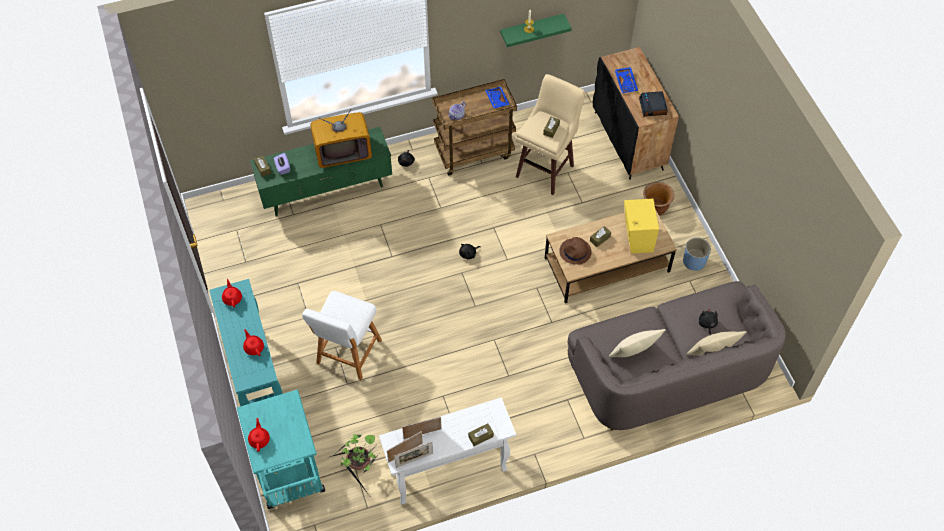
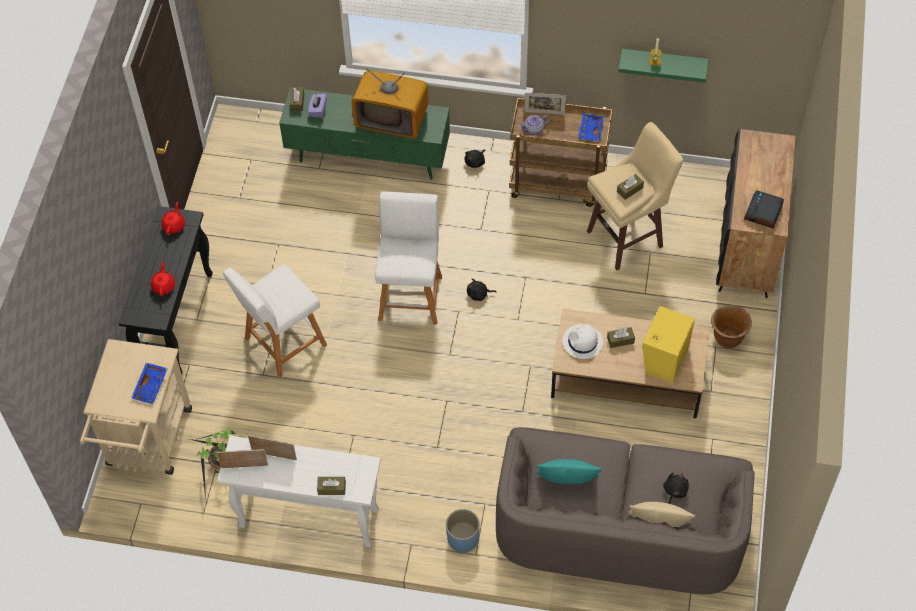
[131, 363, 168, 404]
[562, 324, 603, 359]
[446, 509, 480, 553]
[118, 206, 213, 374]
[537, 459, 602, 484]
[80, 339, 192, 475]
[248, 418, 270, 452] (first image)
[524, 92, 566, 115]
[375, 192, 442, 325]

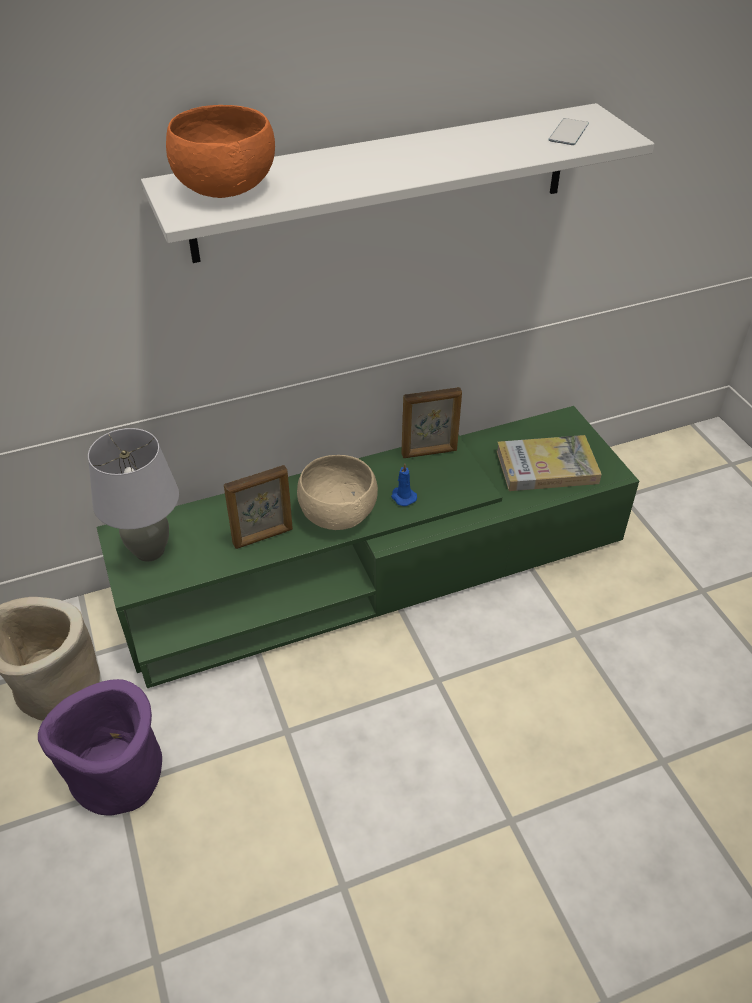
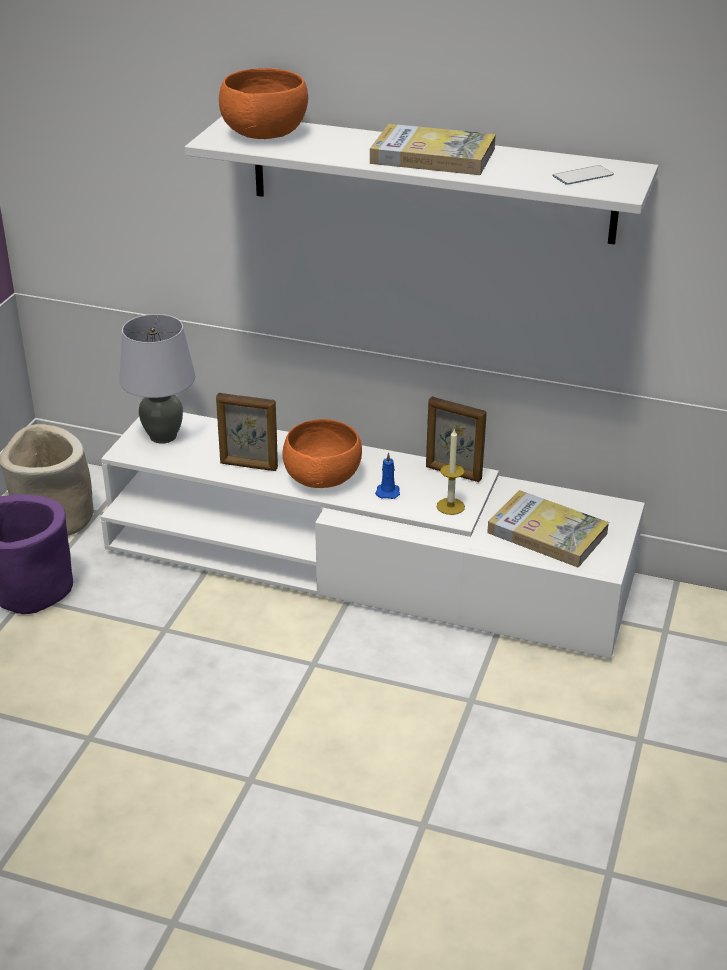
[101, 412, 645, 659]
[283, 419, 362, 488]
[370, 124, 496, 175]
[437, 430, 465, 515]

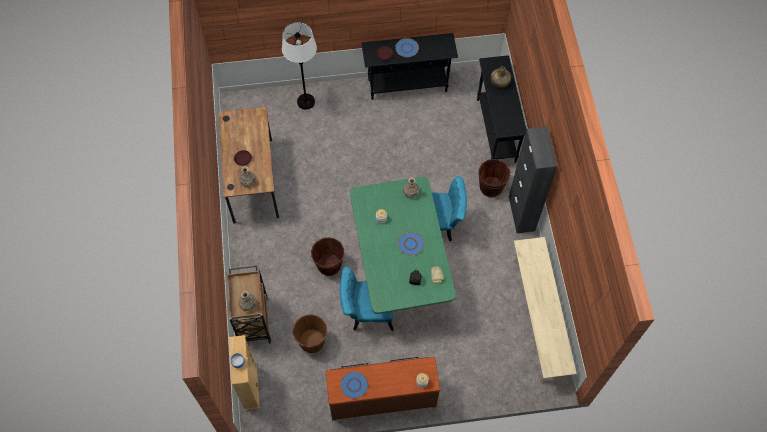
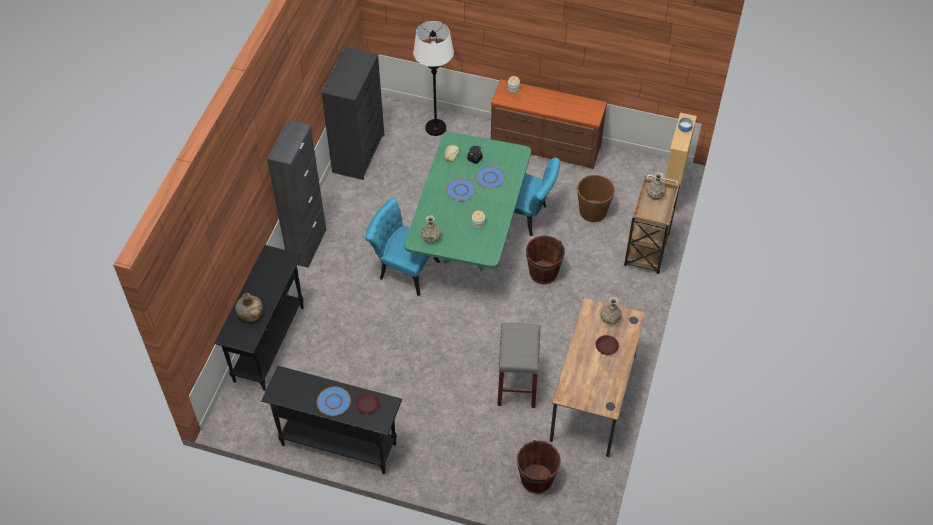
[413, 21, 454, 136]
[517, 440, 561, 494]
[321, 47, 385, 180]
[476, 166, 505, 188]
[497, 323, 540, 408]

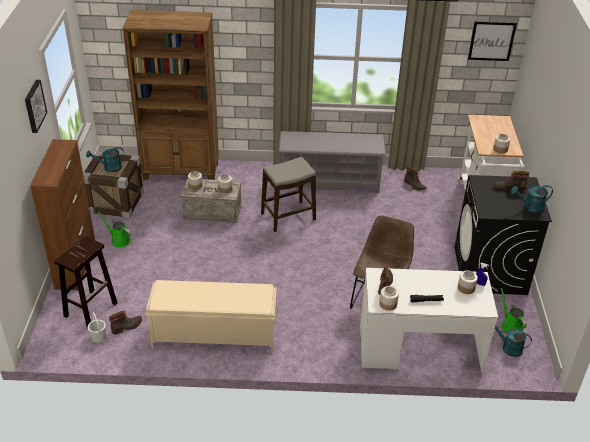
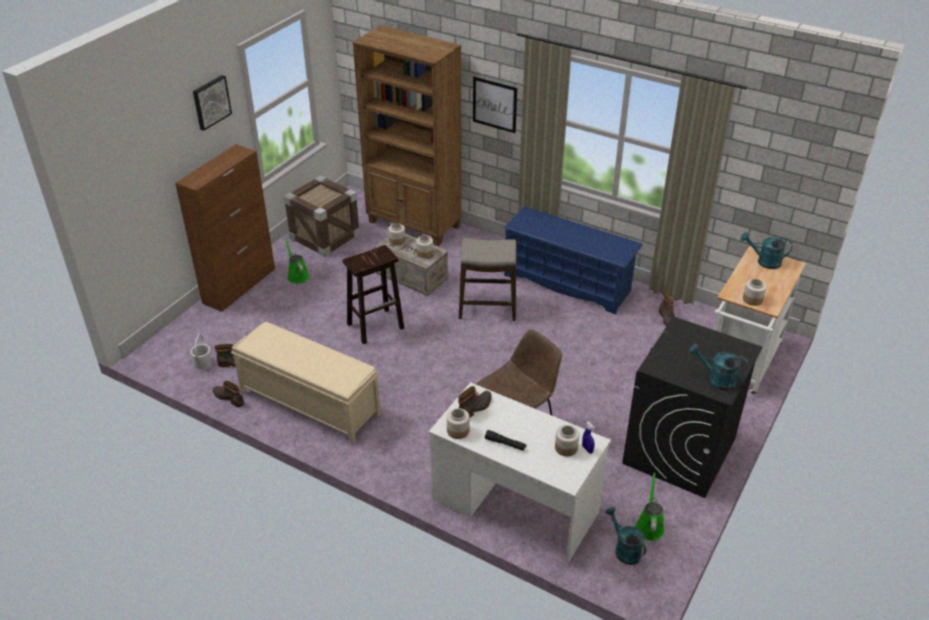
[473, 77, 517, 133]
[503, 207, 643, 315]
[741, 232, 792, 269]
[212, 381, 244, 407]
[343, 245, 404, 344]

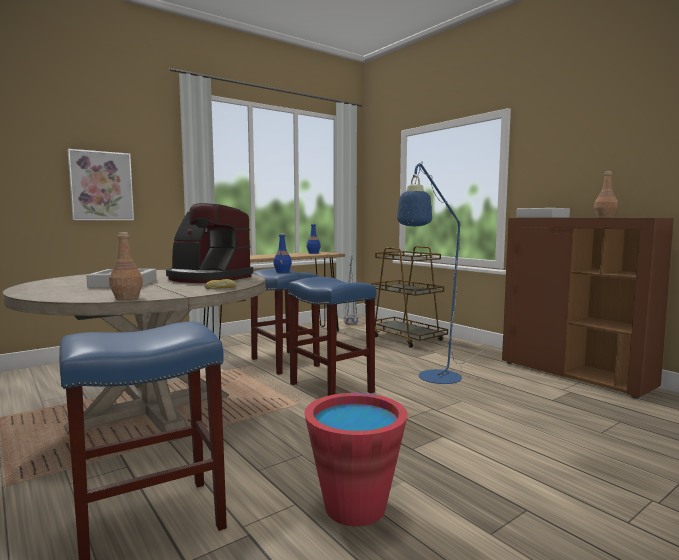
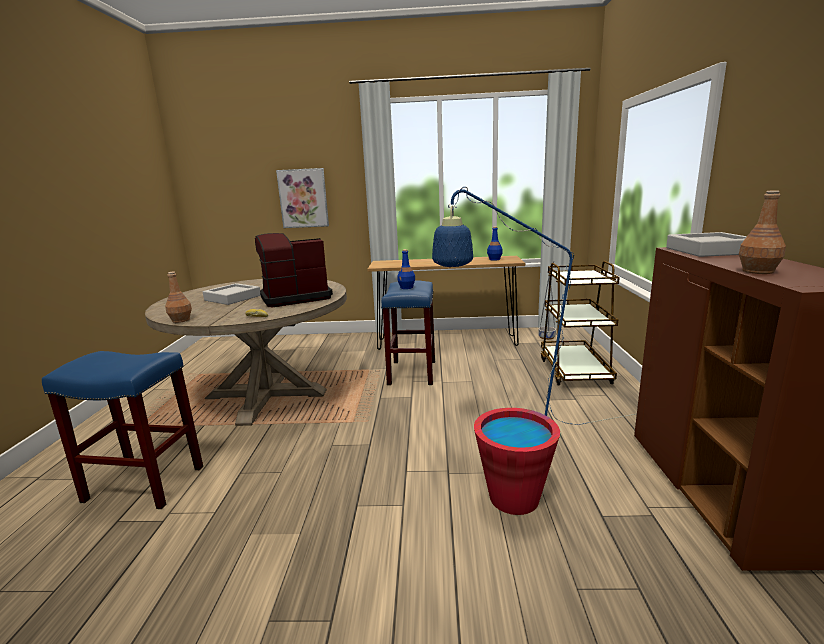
[255, 233, 333, 307]
[288, 277, 376, 396] (first image)
[474, 408, 560, 515]

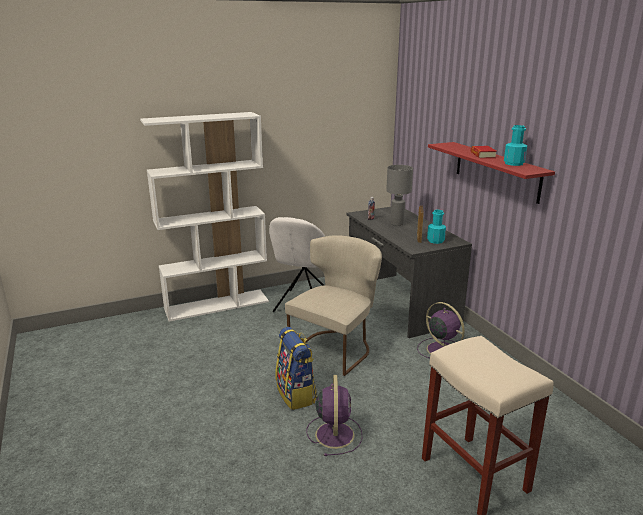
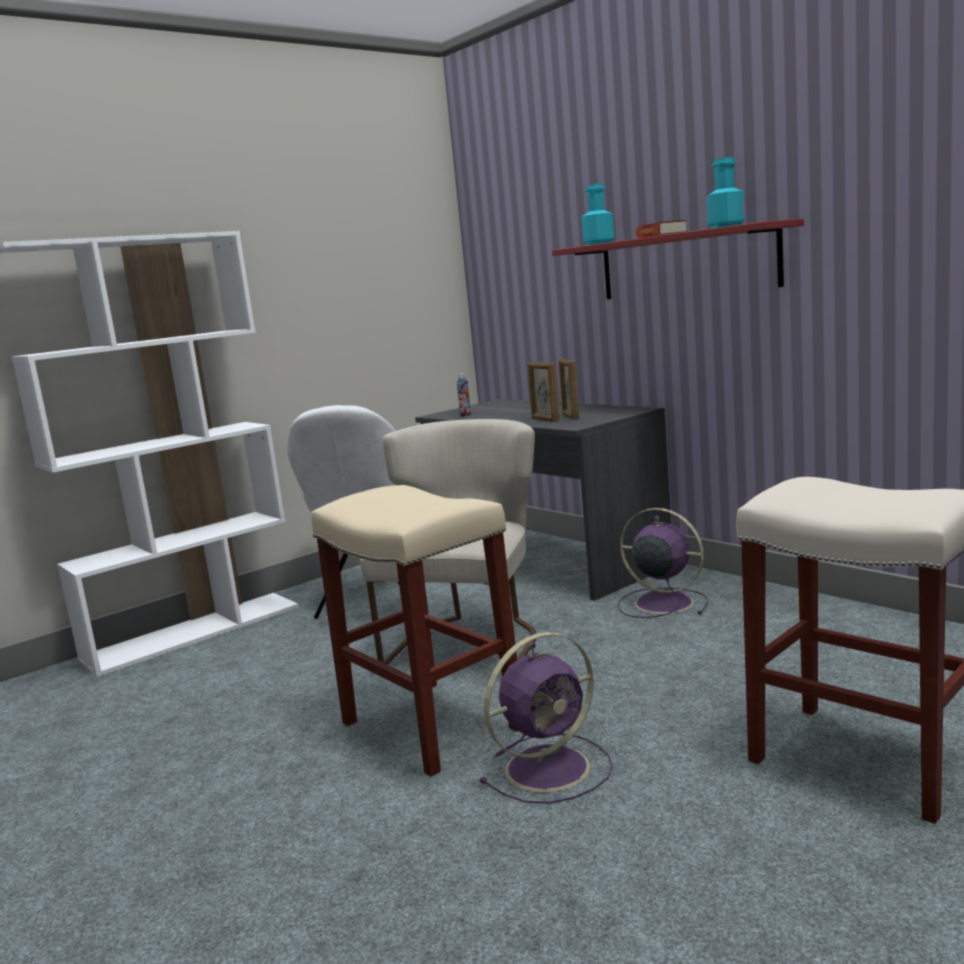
[386, 165, 413, 226] (first image)
[581, 183, 614, 245]
[311, 485, 518, 777]
[479, 632, 613, 804]
[527, 362, 559, 422]

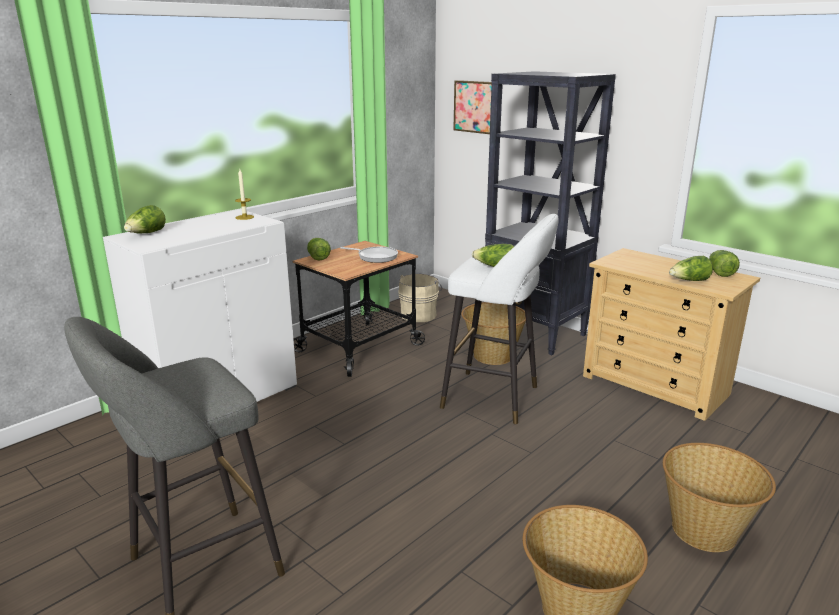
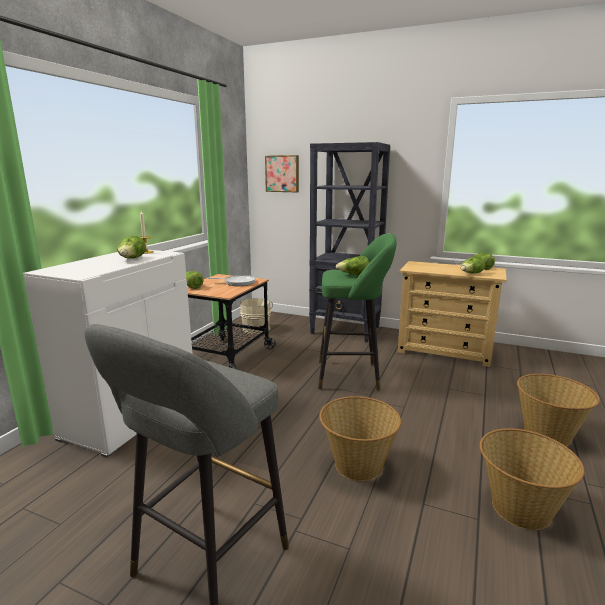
[117, 235, 146, 259]
[318, 233, 396, 391]
[319, 396, 401, 481]

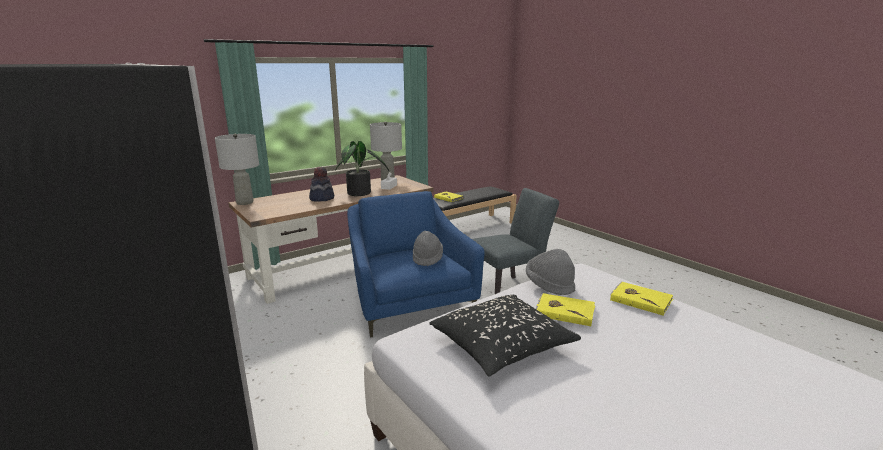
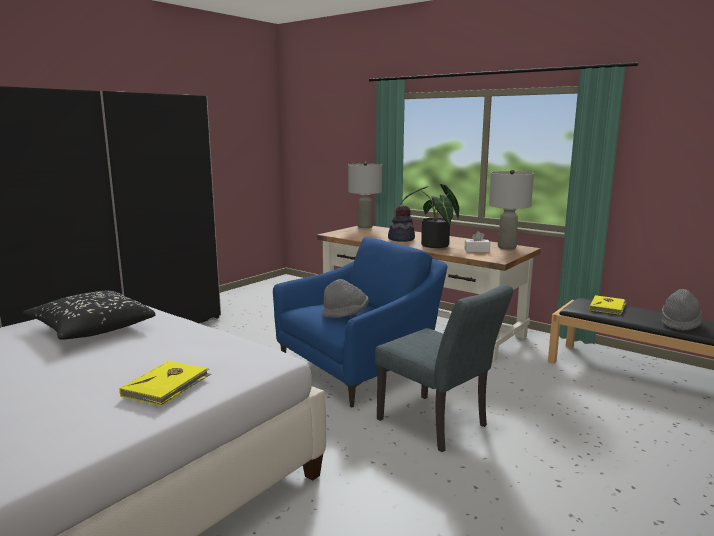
[661, 289, 702, 331]
[536, 293, 595, 326] (first image)

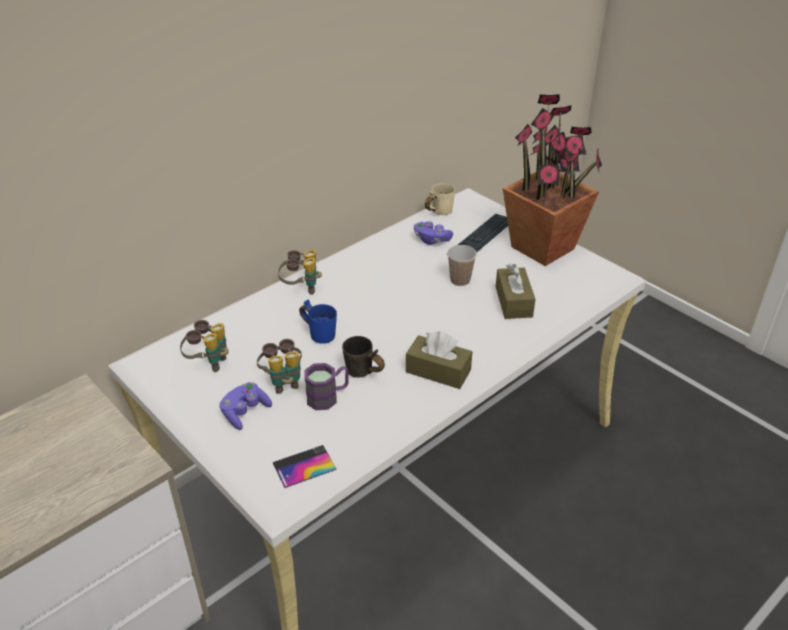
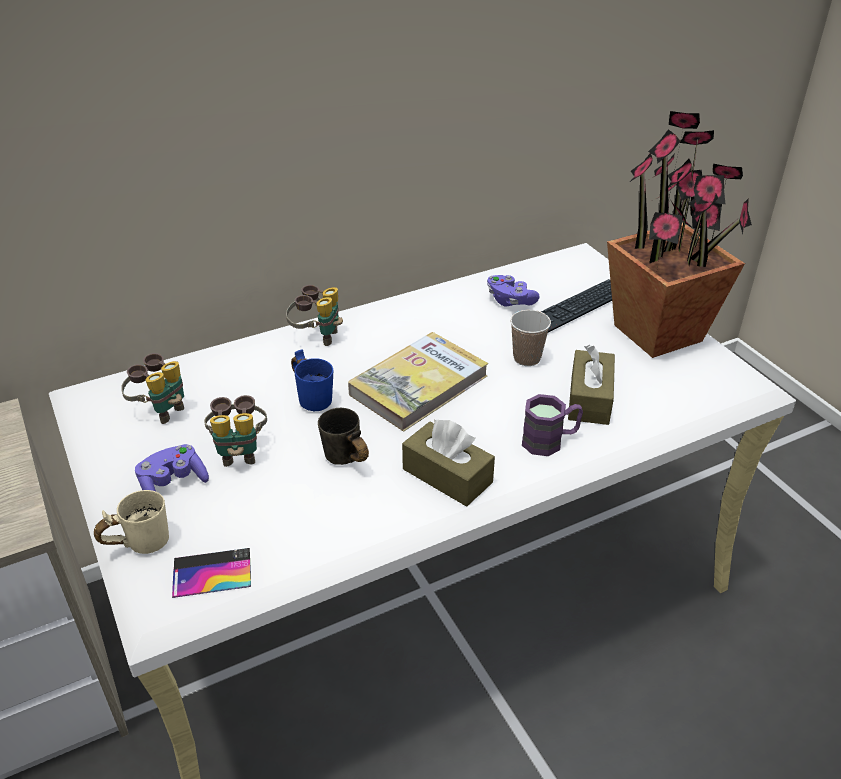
[94, 490, 169, 554]
[522, 394, 583, 456]
[348, 332, 488, 432]

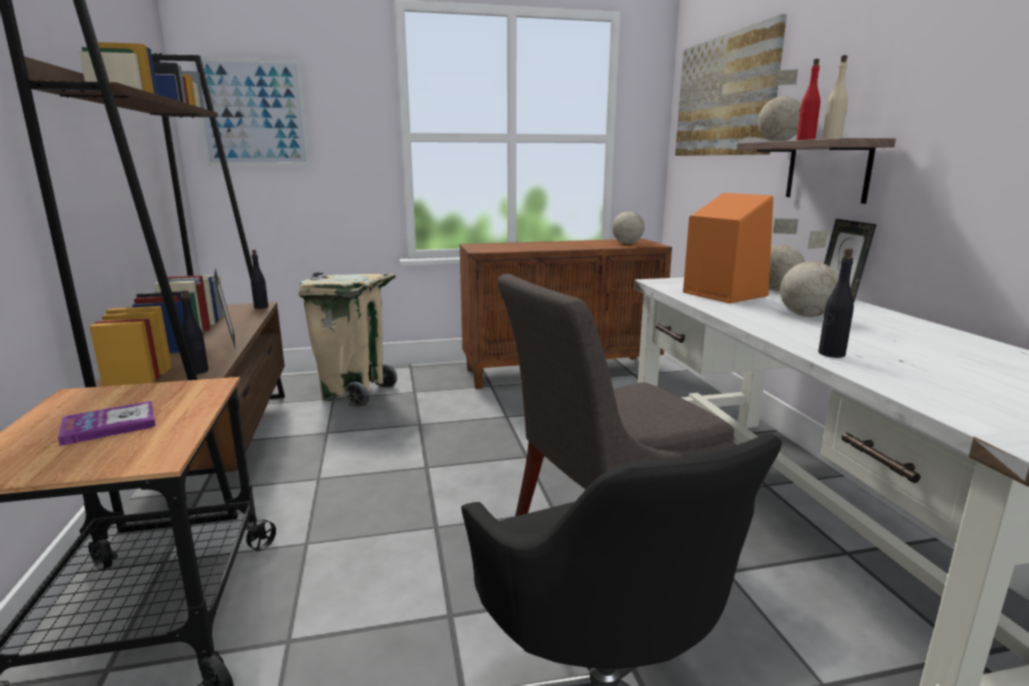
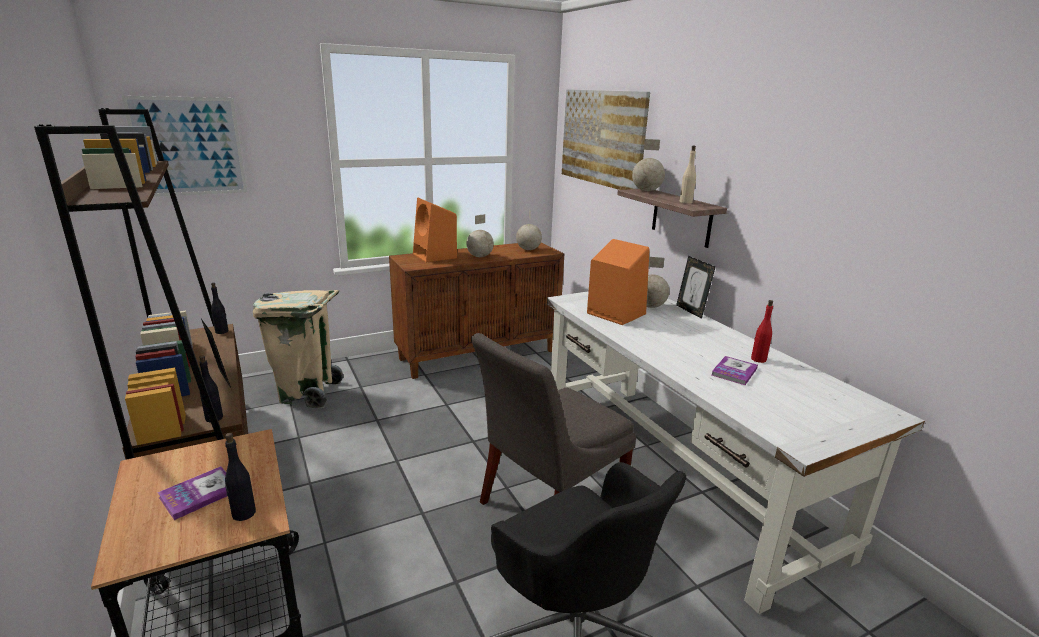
[751, 300, 773, 363]
[466, 214, 494, 257]
[225, 433, 256, 521]
[413, 197, 457, 262]
[712, 356, 758, 385]

